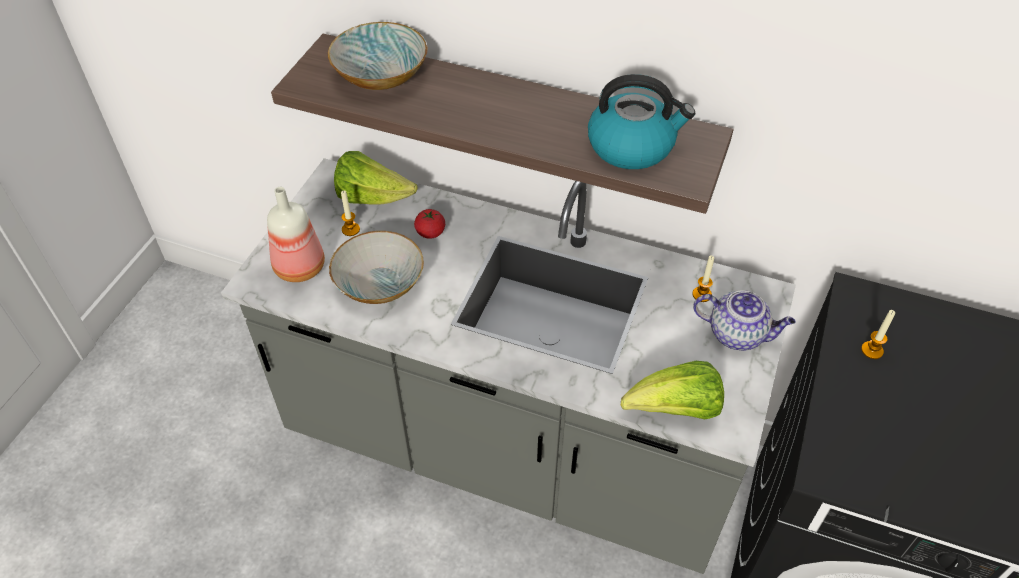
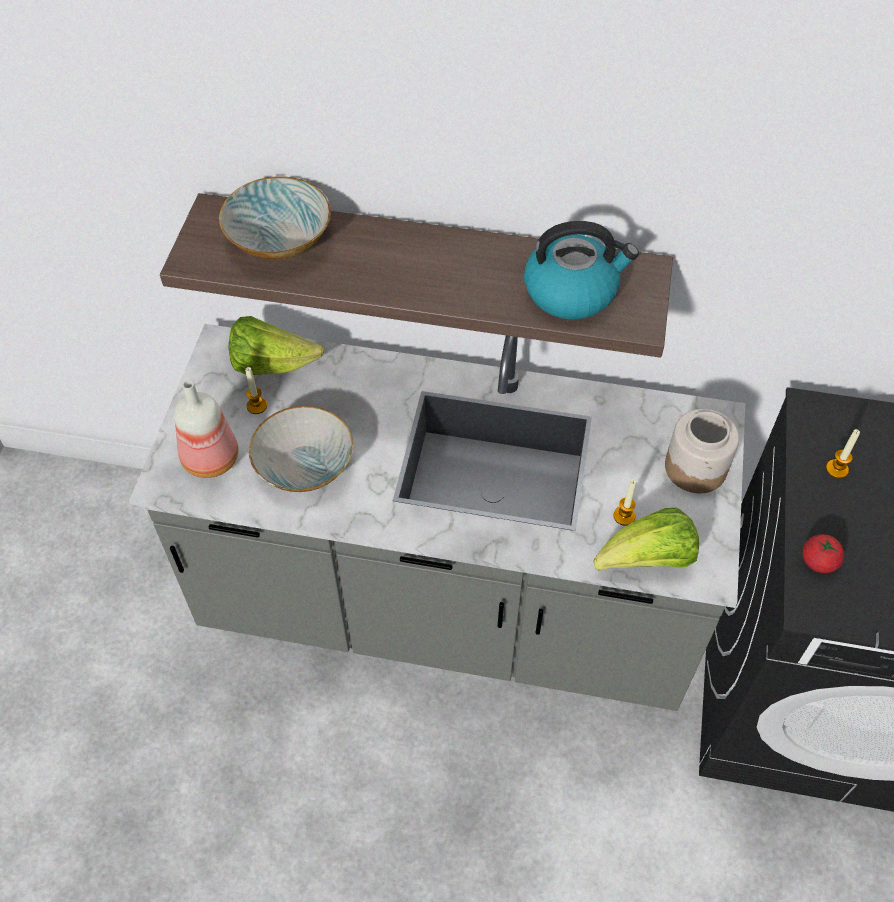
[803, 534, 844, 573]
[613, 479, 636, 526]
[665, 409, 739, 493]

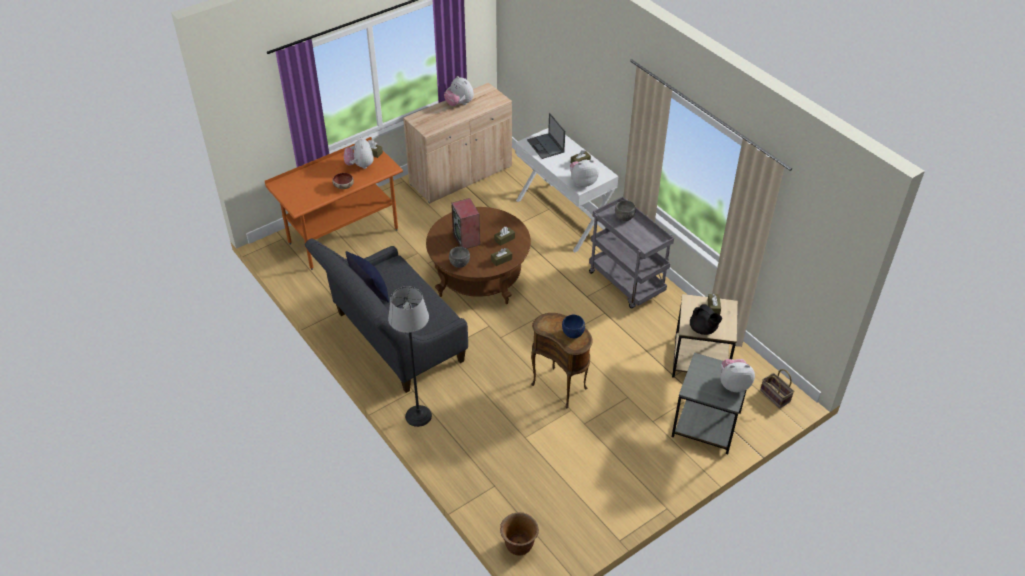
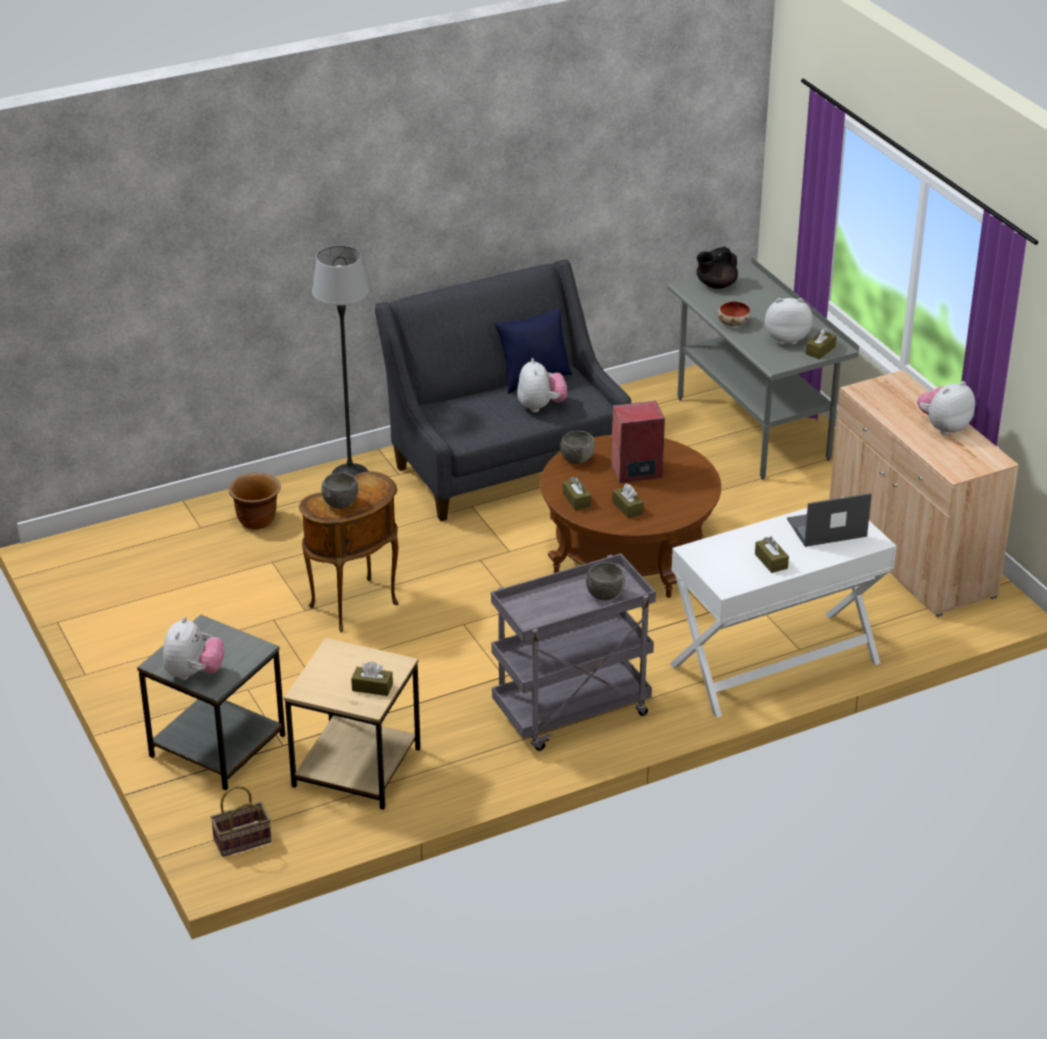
[667, 257, 859, 480]
[517, 358, 567, 412]
[697, 246, 738, 289]
[321, 472, 359, 508]
[229, 473, 281, 530]

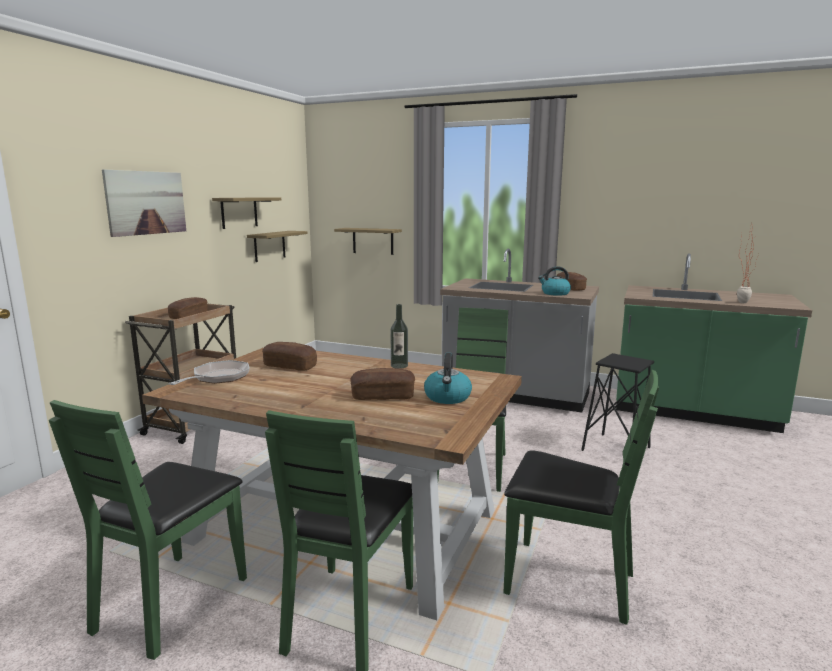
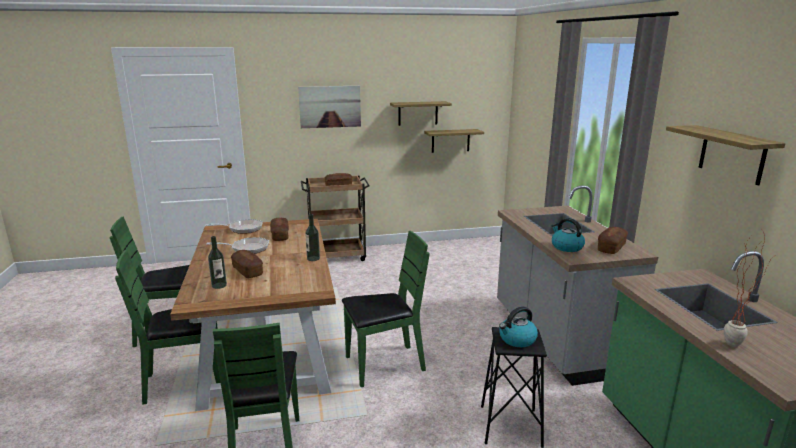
[666, 125, 786, 185]
[499, 307, 538, 347]
[208, 236, 227, 289]
[206, 237, 269, 254]

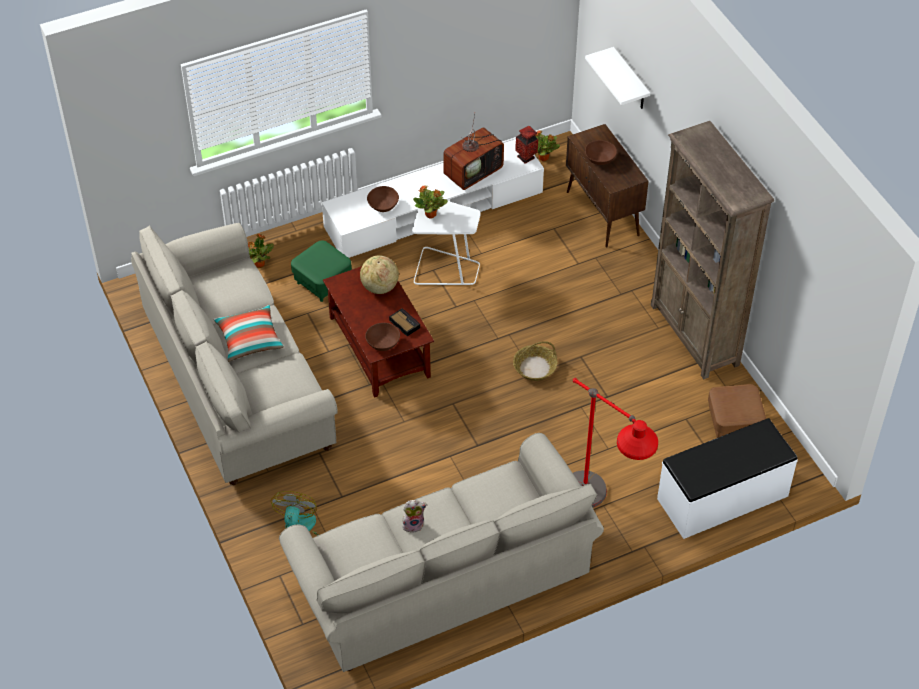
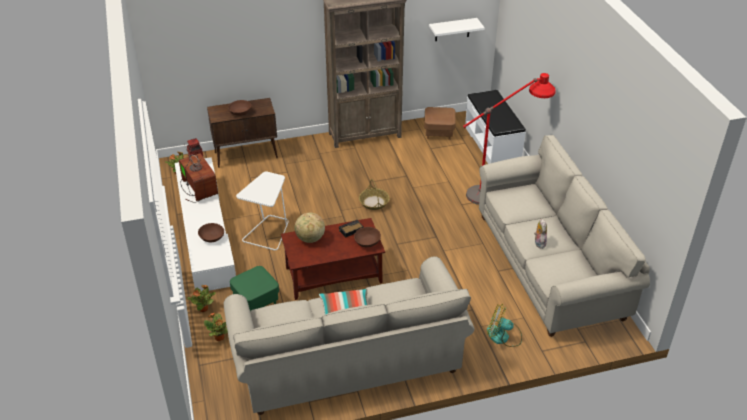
[429, 18, 485, 41]
[187, 285, 216, 312]

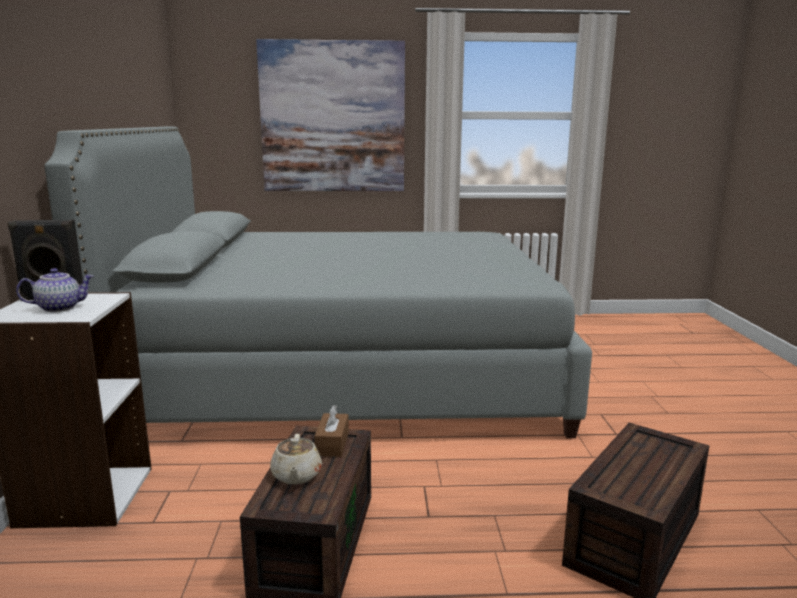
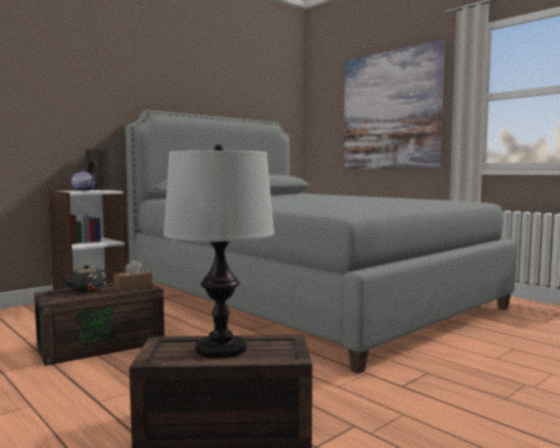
[59, 265, 110, 292]
[164, 144, 274, 358]

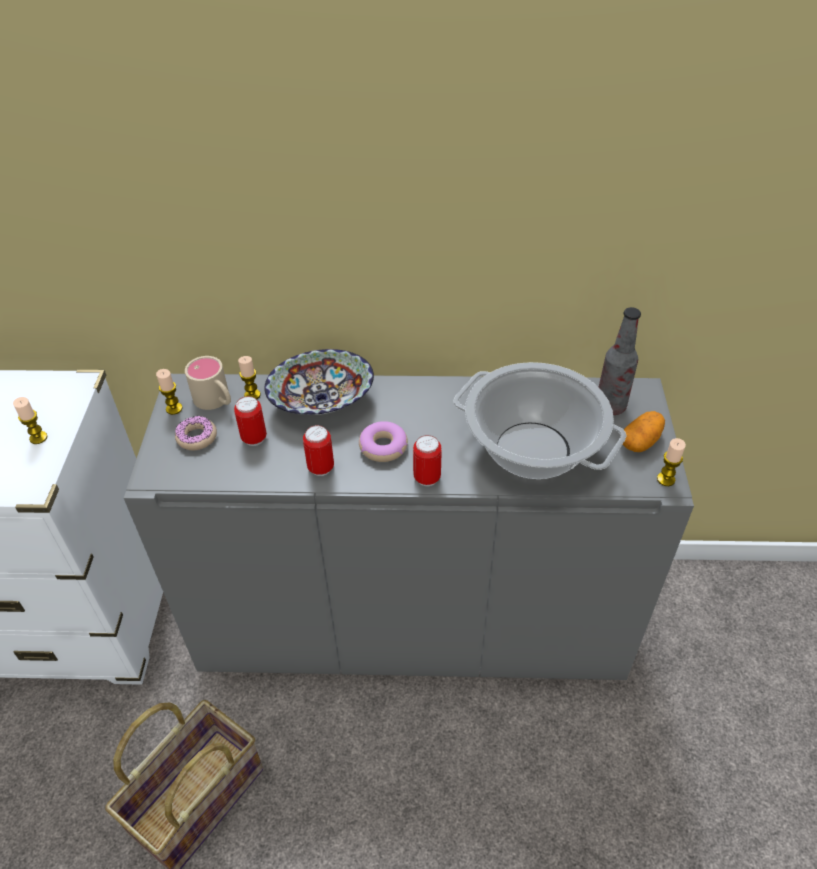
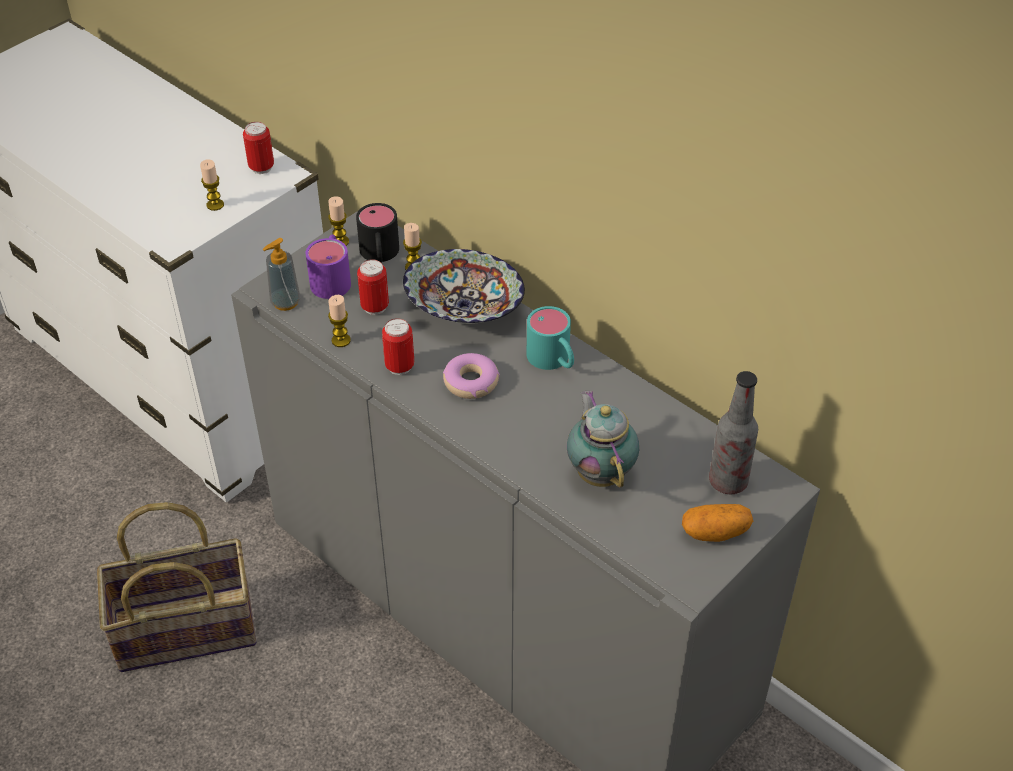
[356, 203, 399, 263]
[567, 391, 639, 488]
[306, 235, 351, 299]
[243, 122, 274, 174]
[328, 295, 351, 347]
[263, 238, 300, 311]
[527, 306, 574, 370]

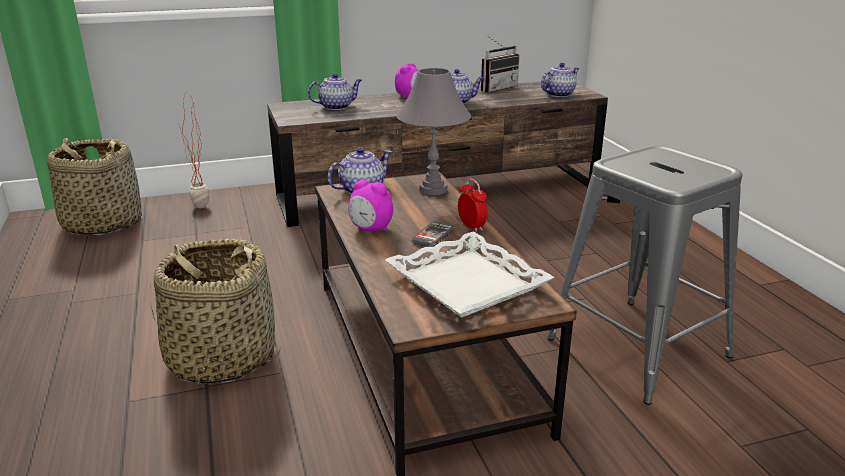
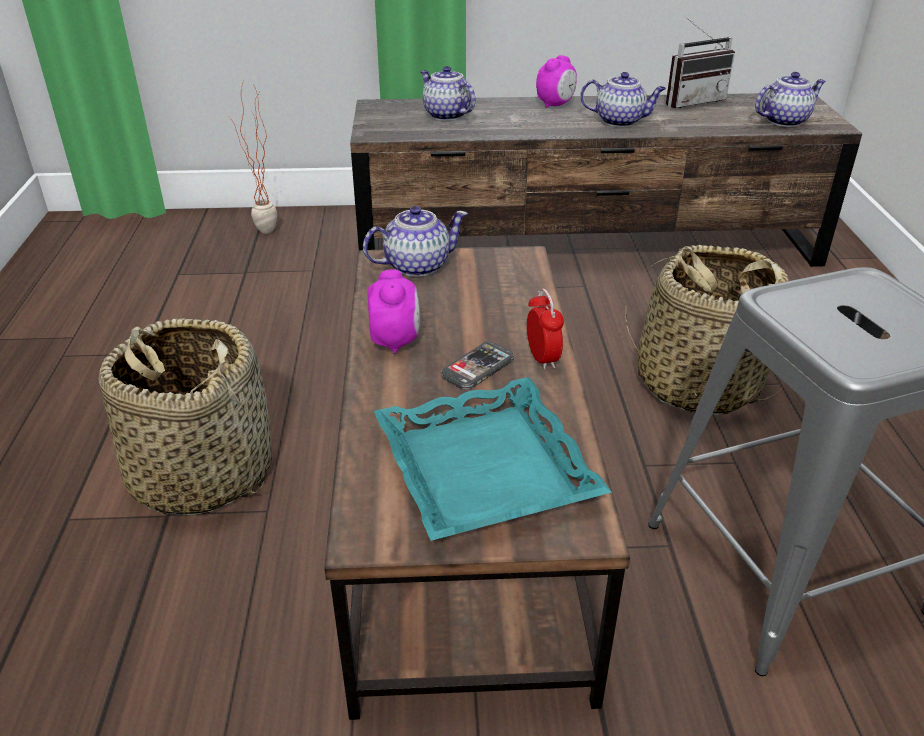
[396, 68, 471, 195] (first image)
[420, 66, 475, 121]
[626, 245, 789, 415]
[368, 269, 420, 354]
[374, 377, 612, 541]

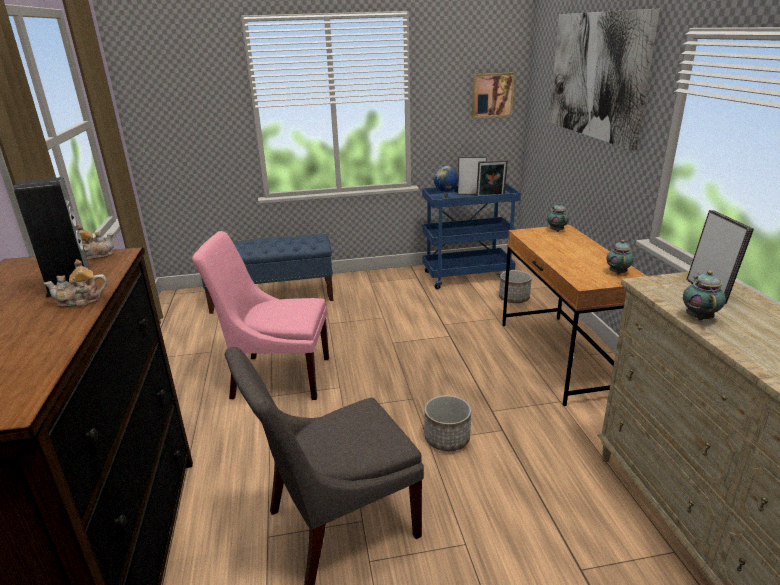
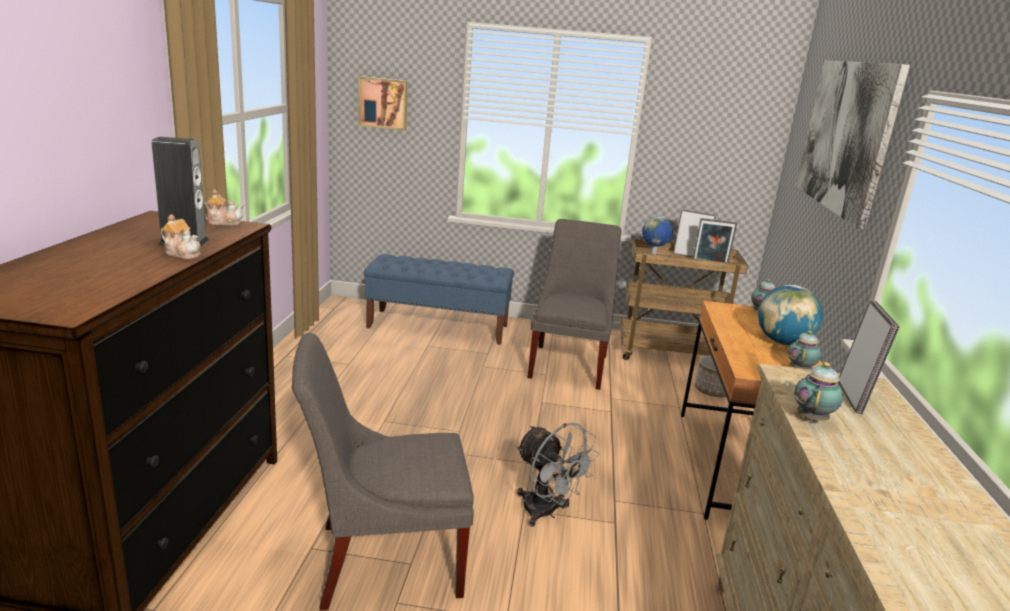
[359, 76, 407, 130]
[620, 239, 748, 360]
[192, 231, 329, 400] (first image)
[161, 214, 201, 259]
[516, 423, 599, 527]
[528, 219, 621, 390]
[758, 285, 823, 345]

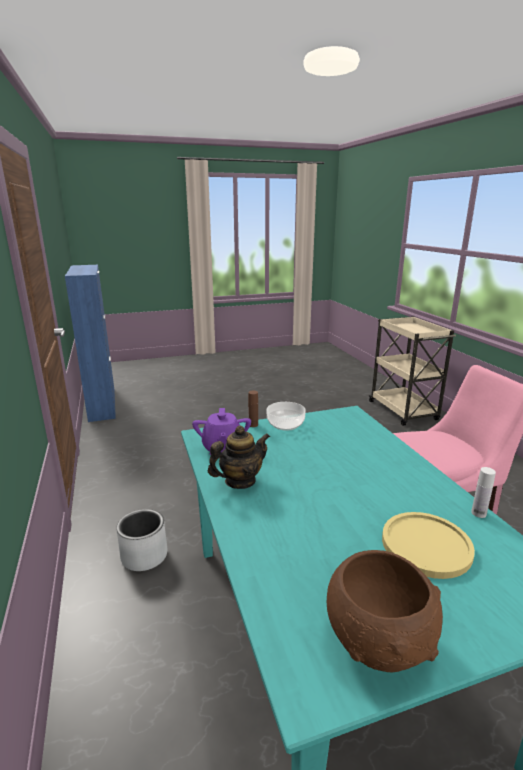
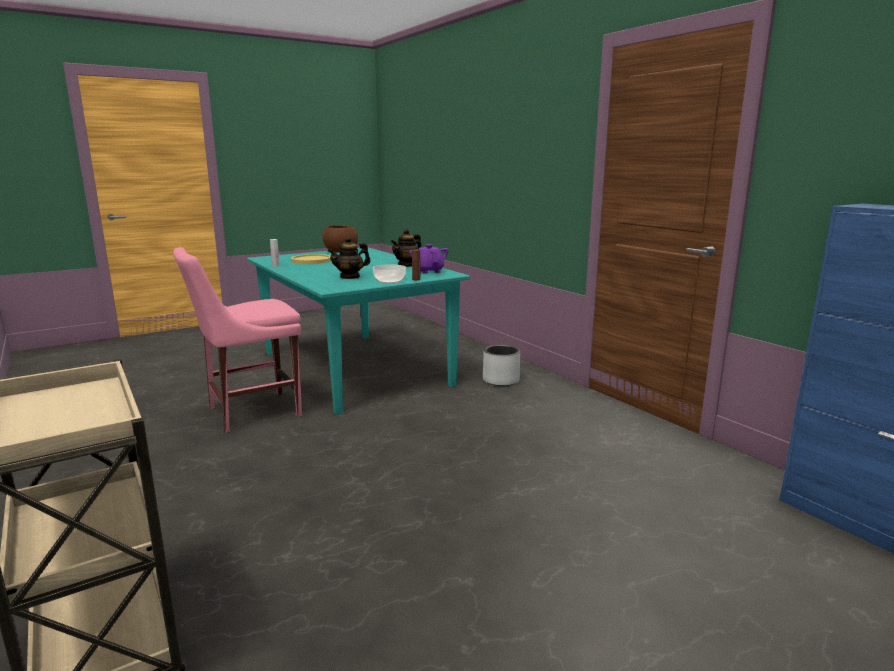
[328, 236, 371, 279]

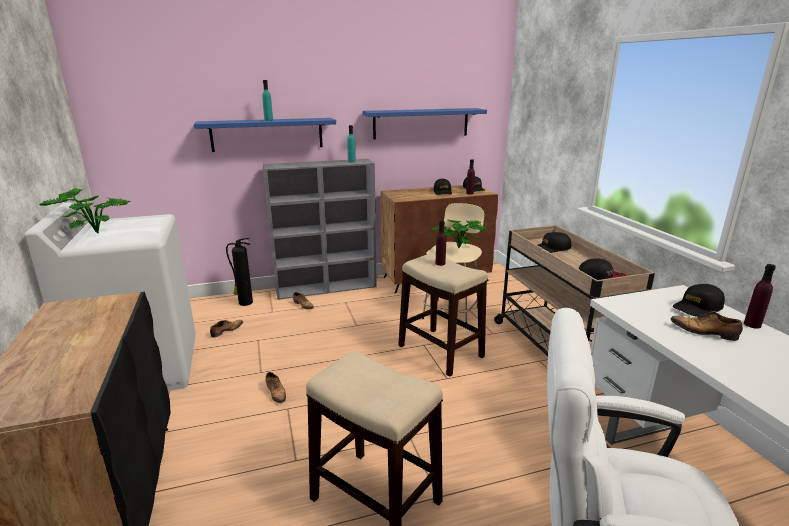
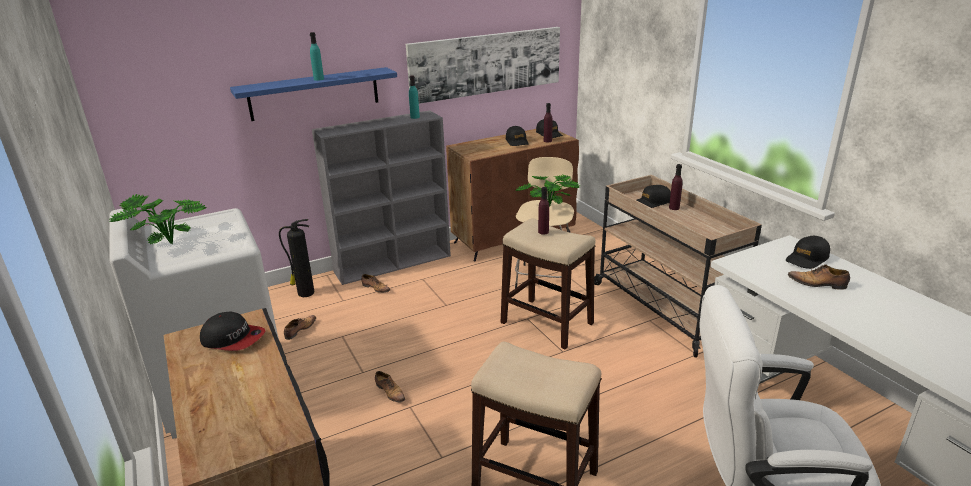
[406, 27, 560, 104]
[200, 312, 266, 351]
[669, 164, 683, 210]

